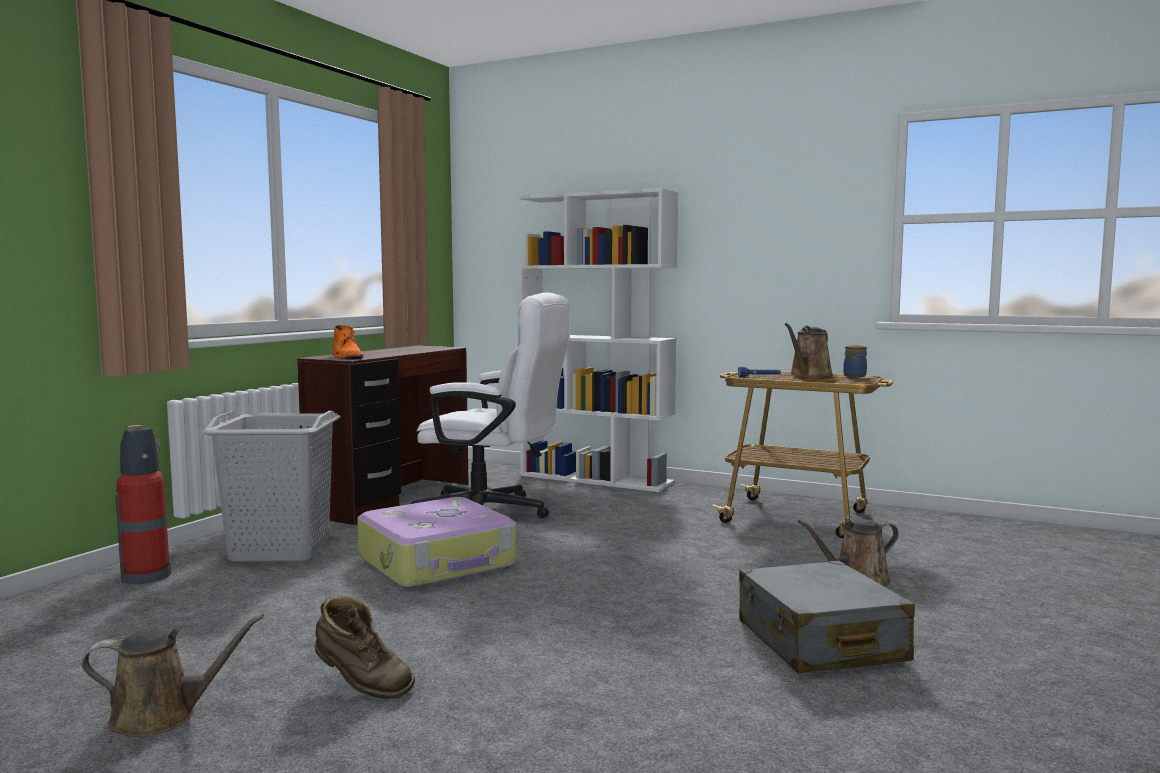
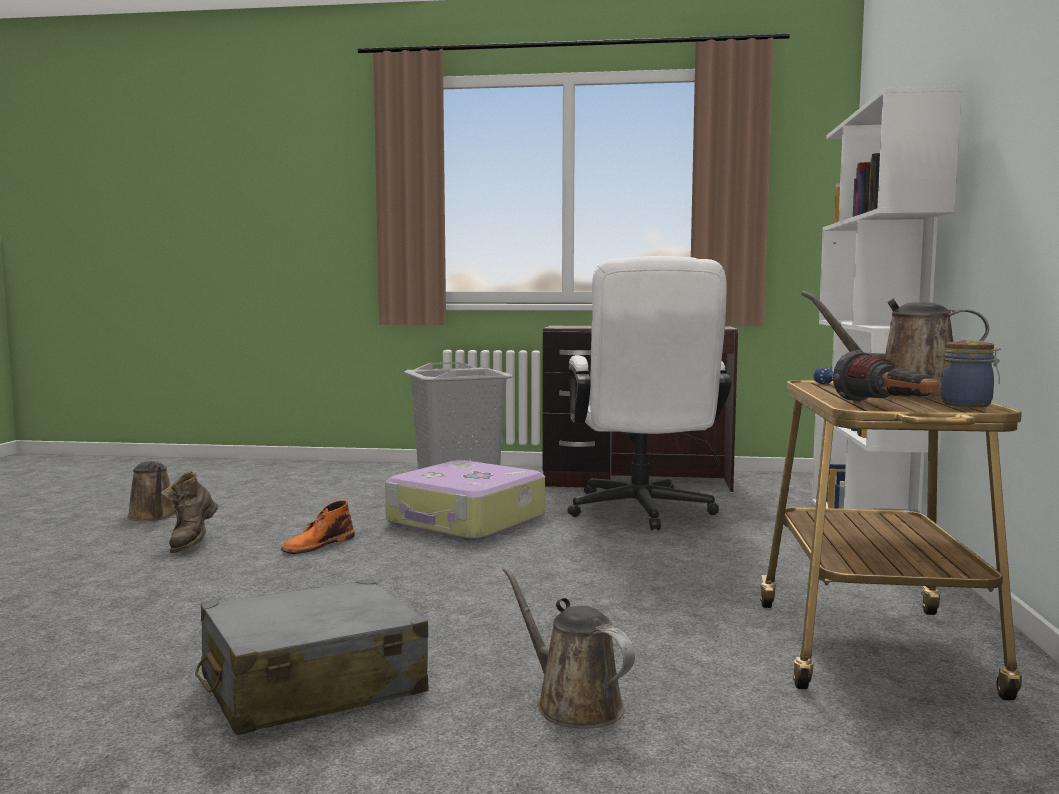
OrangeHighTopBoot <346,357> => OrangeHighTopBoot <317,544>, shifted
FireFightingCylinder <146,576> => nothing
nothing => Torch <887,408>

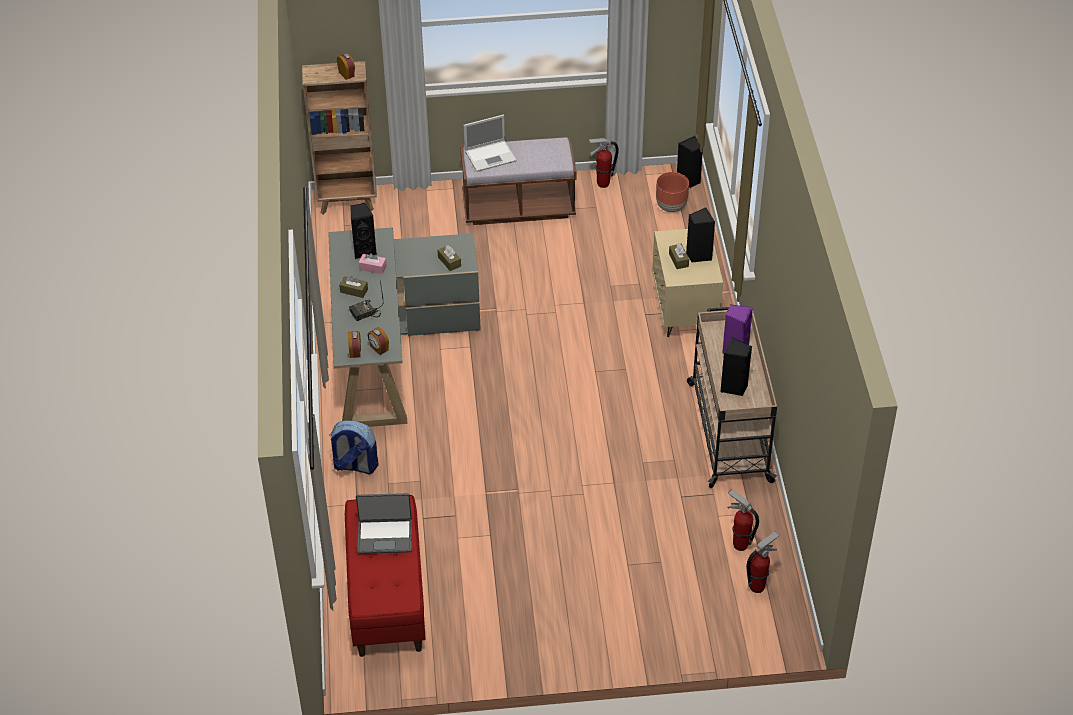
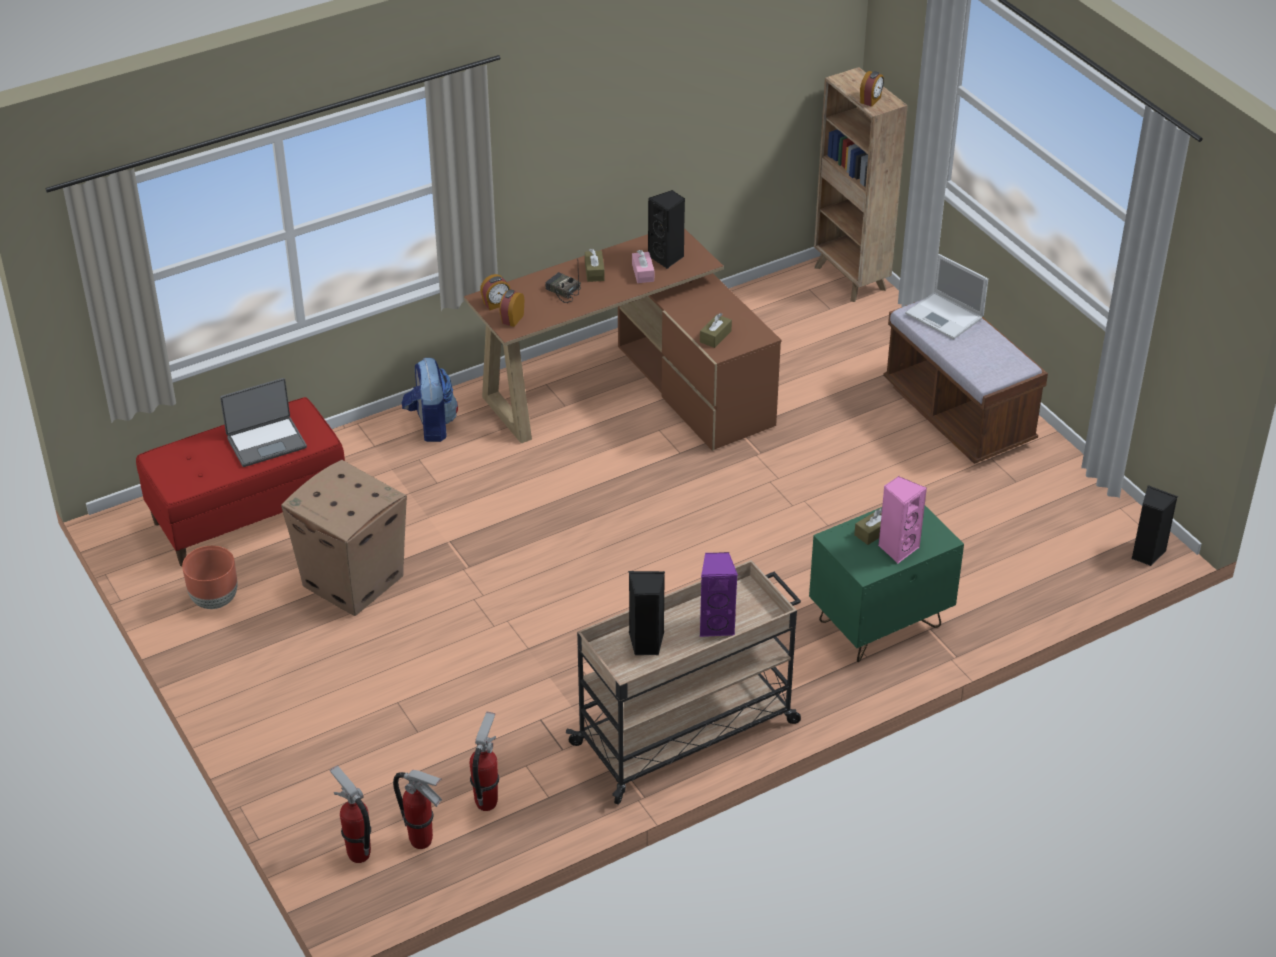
FireFightingCylinder <602,184> => FireFightingCylinder <358,854>, shifted
BrownColouredFlowerPot <671,207> => BrownColouredFlowerPot <215,600>, shifted
BlackLoudspeaker <698,255> => PinkLoudspeaker <897,548>
GreyishDesk <391,350> => BrownColouredDesk <631,392>
SandColouredNightstand <684,313> => GreenNightstand <879,625>
NotebookComputer <385,536> => NotebookComputer <266,442>, 90 degrees counterclockwise
nothing => PackingBox <354,581>

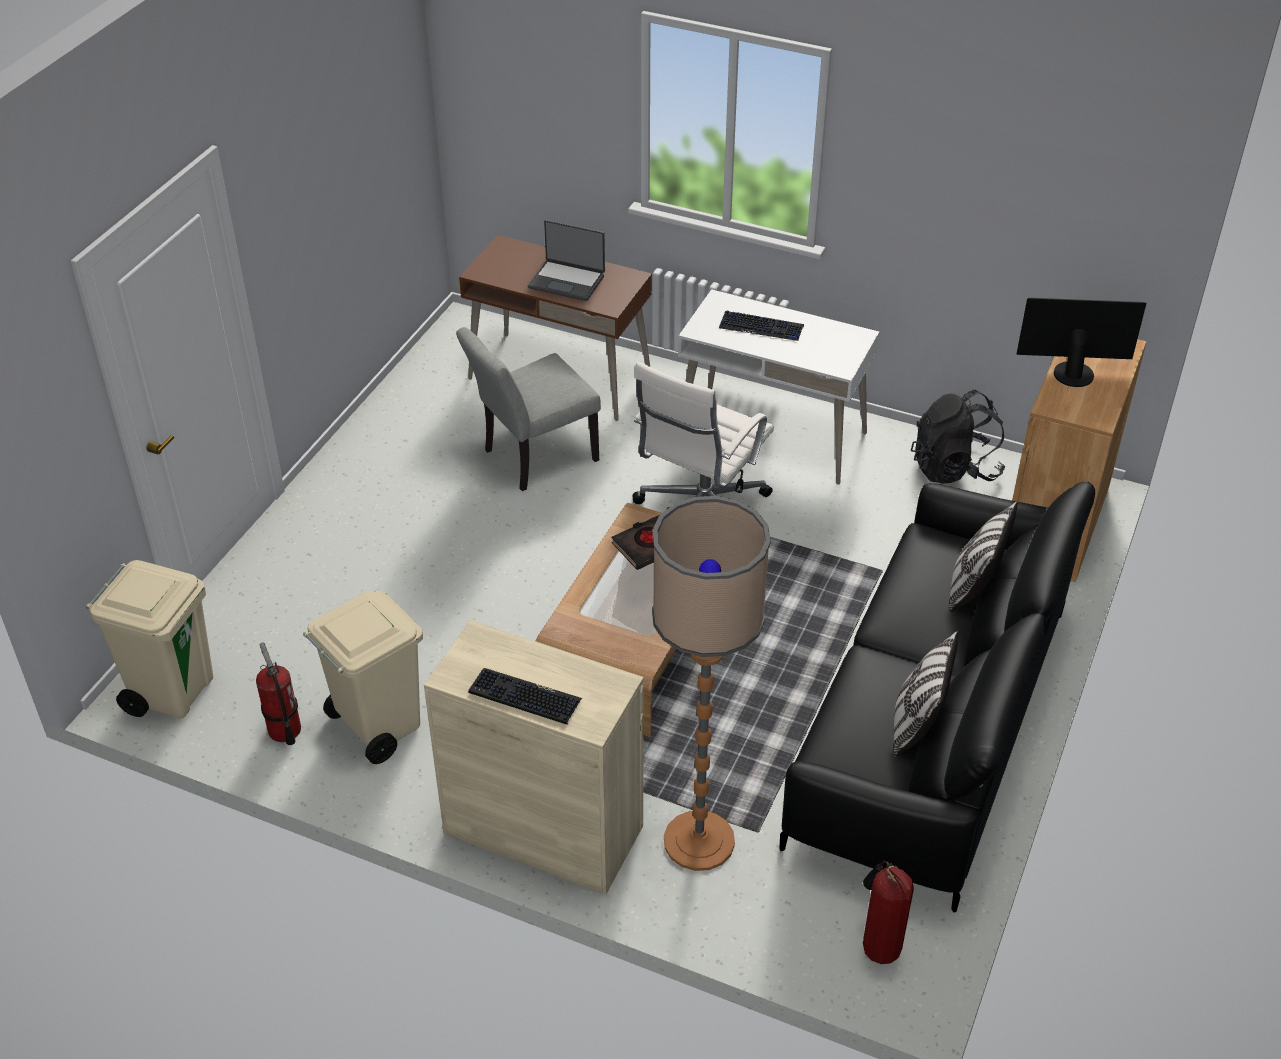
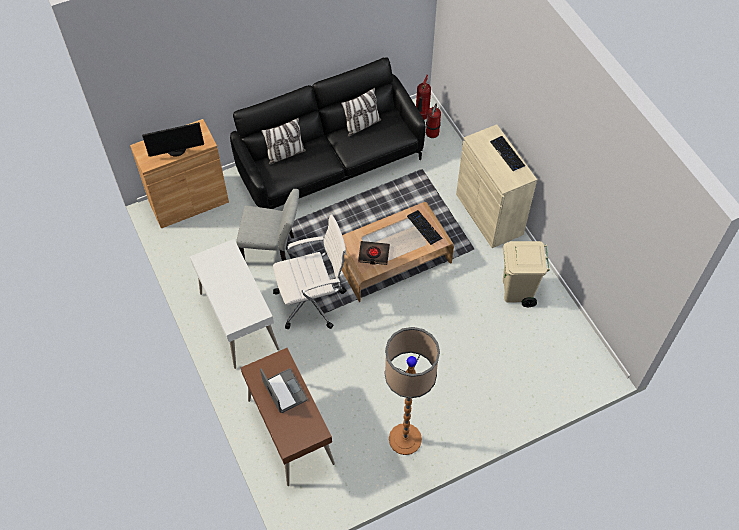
Monitor <1072,372> => Monitor <177,150>, 60 degrees counterclockwise
PcKeyboard <761,327> => PcKeyboard <424,228>, shifted
GreyishPlainChair <533,458> => GreyishPlainChair <273,250>, shifted
BlackBackpack <954,468> => nothing
StandardLamp <699,841> => StandardLamp <405,439>, shifted
SandColouredWasteBin <173,691> => nothing
FireFightingCylinder <284,730> => FireFightingCylinder <432,133>, shifted

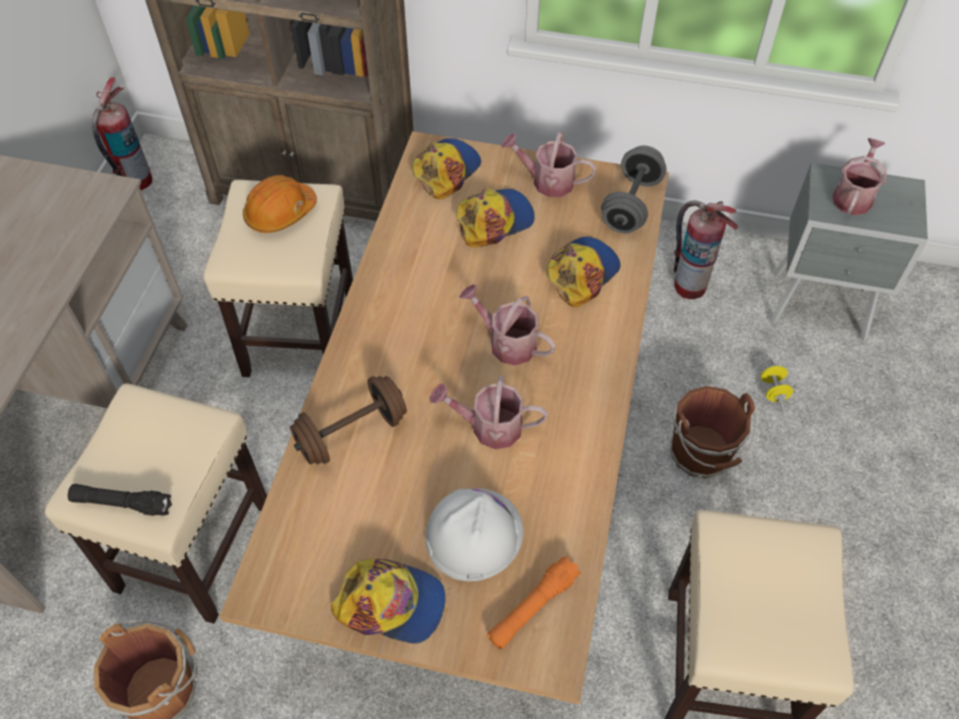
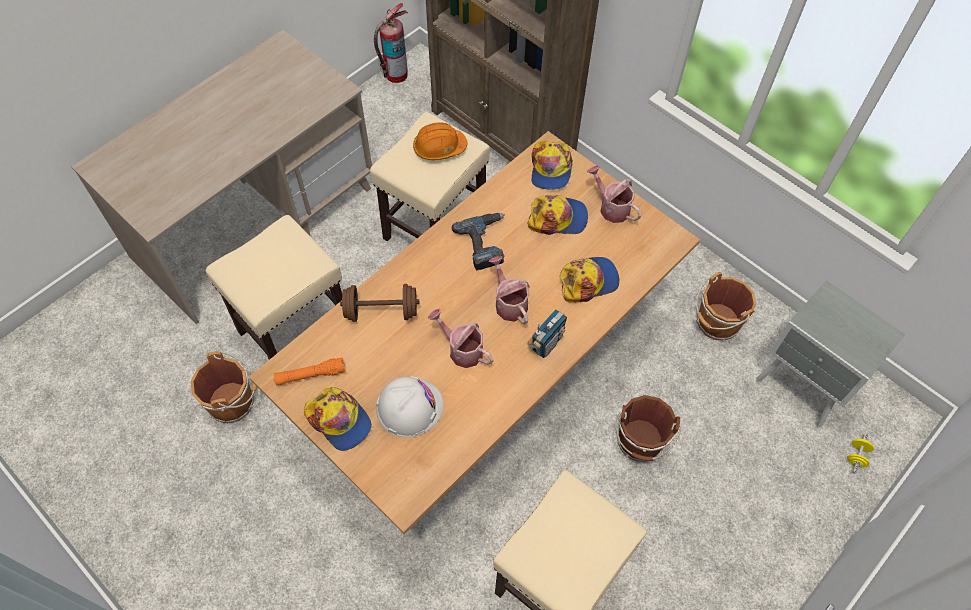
BaseballCap <446,170> => BaseballCap <550,169>, 120 degrees clockwise
WateringPot <853,196> => nothing
GreyishFreeWeight <631,205> => nothing
FireFightingCylinder <689,285> => BrownColouredPail <716,323>
YellowishFreeWeight <773,391> => YellowishFreeWeight <856,456>, shifted
BlackTorch <122,504> => nothing
OrangeTorch <532,607> => OrangeTorch <310,375>, shifted
nothing => ElectricDrill <485,243>
nothing => RadioReceiver <546,344>

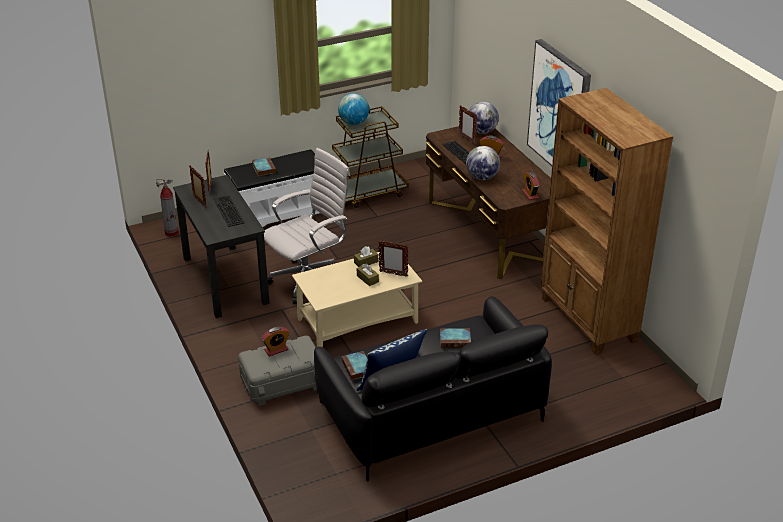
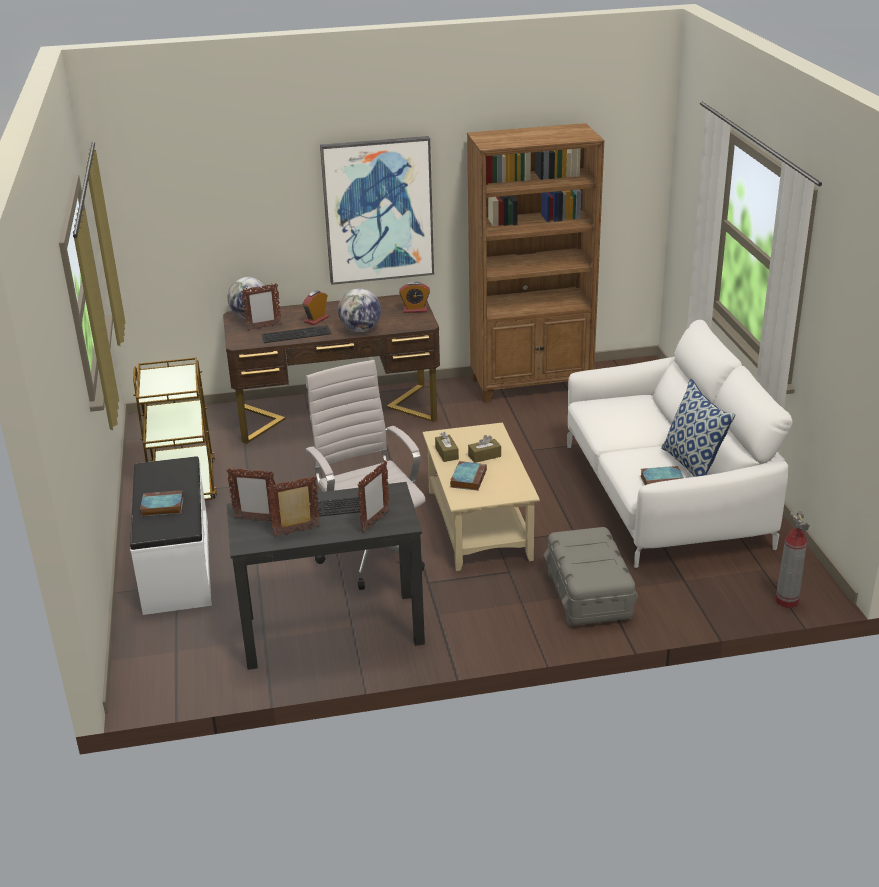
DeskGlobe <353,123> => nothing
FireFightingCylinder <171,233> => FireFightingCylinder <786,601>, shifted
PictureFrame <393,274> => PictureFrame <375,521>, shifted
BlackSettee <430,411> => WhitishSettee <664,495>
TableClock <276,350> => nothing
Volume <456,340> => Volume <468,478>, shifted

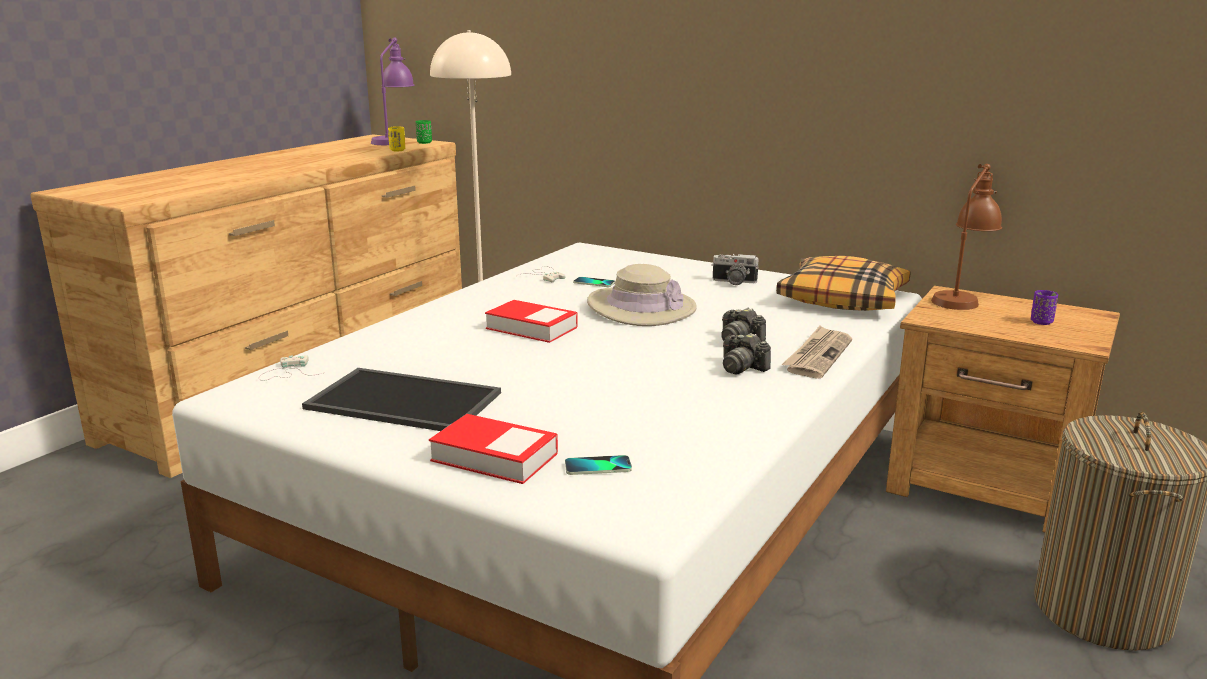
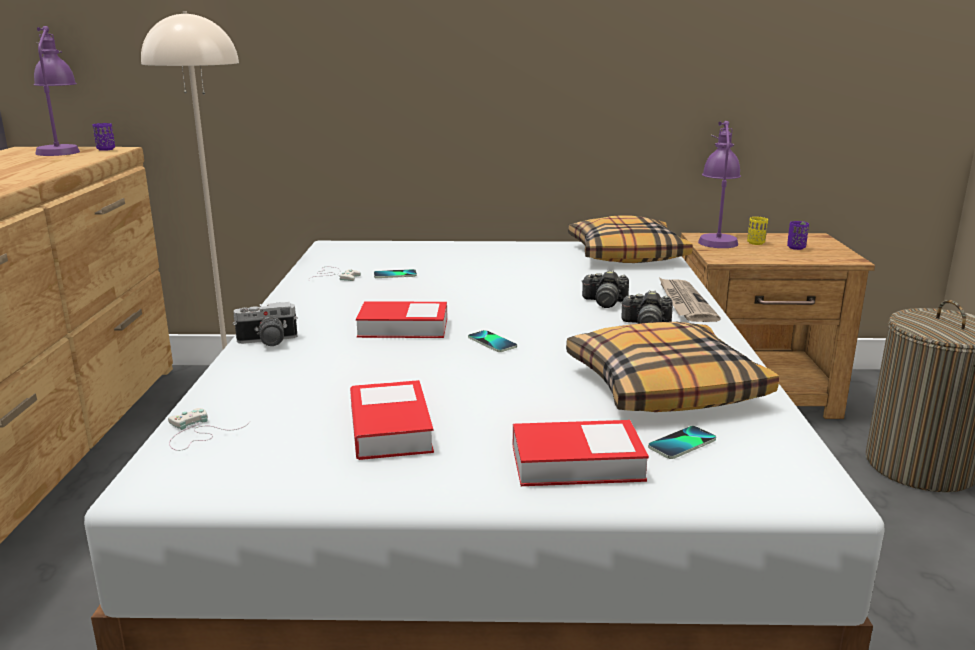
GreenDrinkingCup <424,143> => PurpleDrinkingCup <106,149>
YellowishDrinkingCup <397,150> => YellowishDrinkingCup <756,243>, shifted
BrownColouredTabletopLamp <961,297> => PurpleTabletopLamp <715,239>
StillCamera <733,282> => StillCamera <267,342>, shifted
SandColouredHat <641,308> => nothing
Tray <406,400> => Volume <390,429>
nothing => ThrowPillow <664,387>
nothing => Phone <492,342>

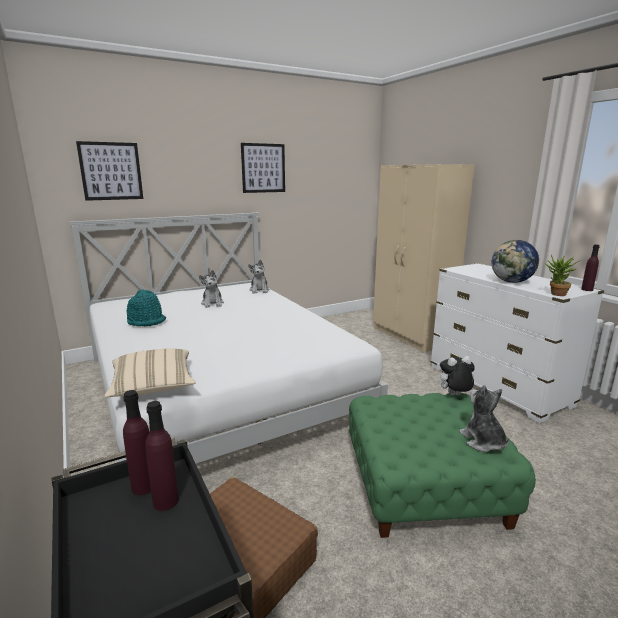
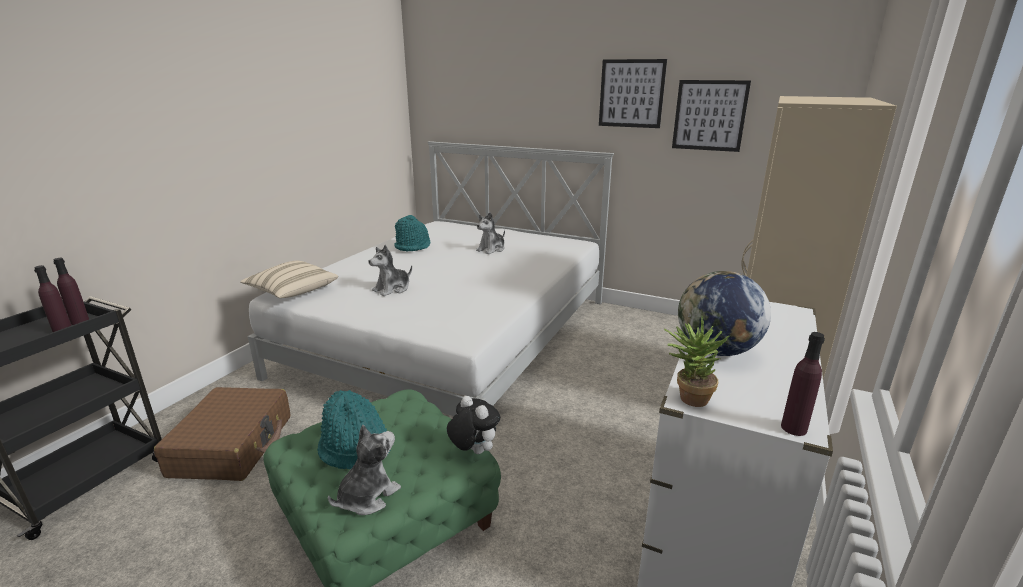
WallPicture <111,171> => WallPicture <709,115>, shifted
PlushToy <259,290> => PlushToy <392,289>, shifted
nothing => TurquoiseHat <354,450>

